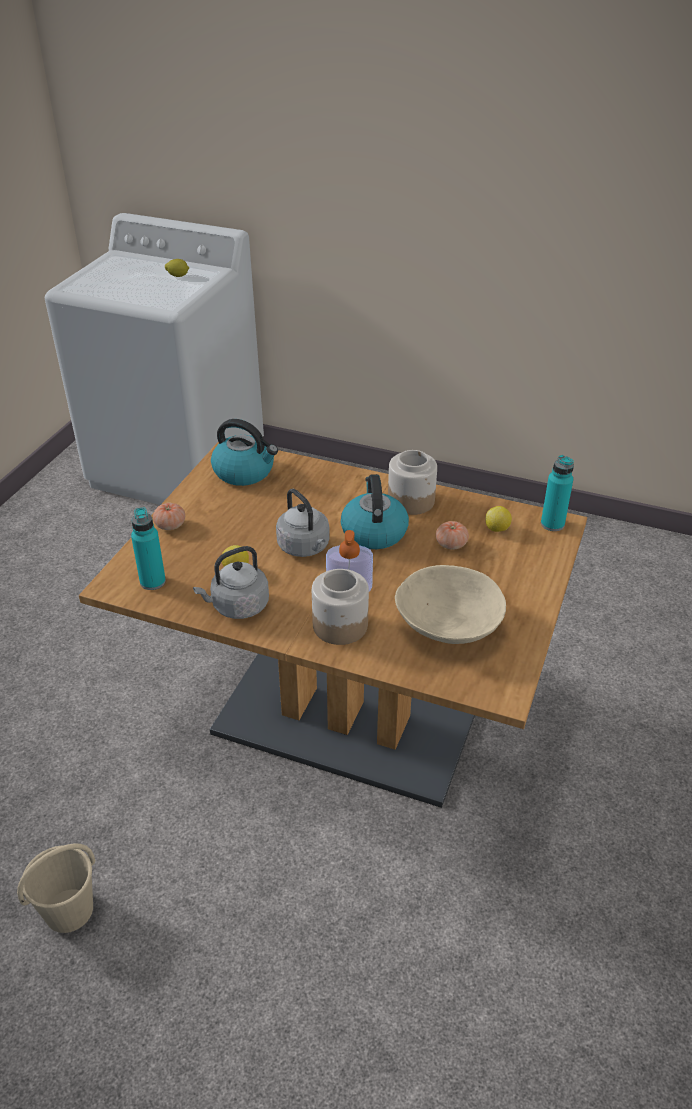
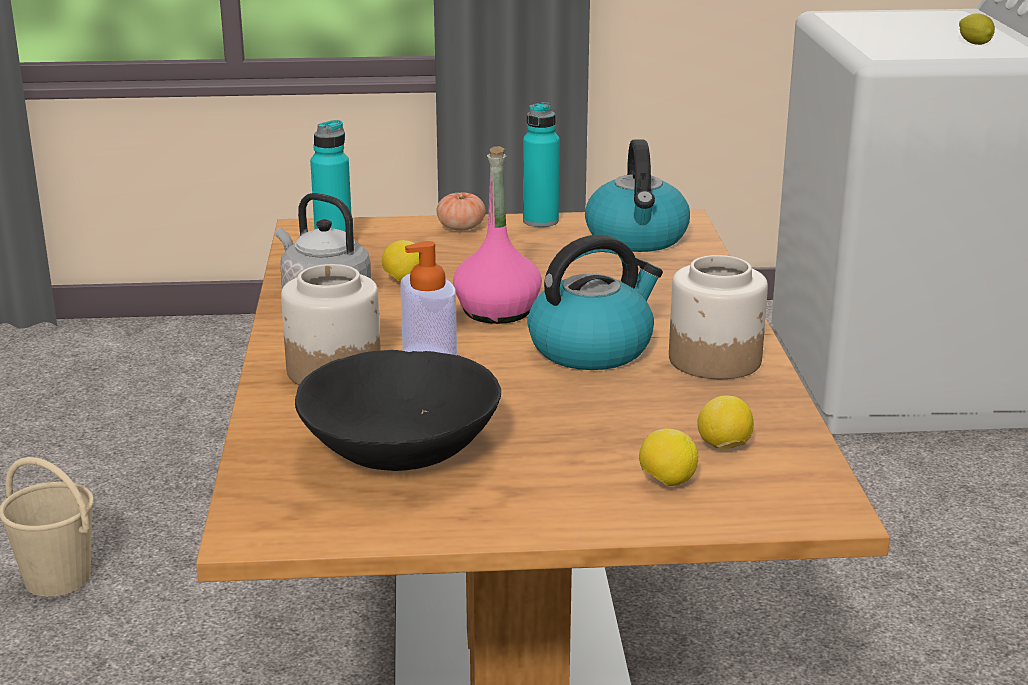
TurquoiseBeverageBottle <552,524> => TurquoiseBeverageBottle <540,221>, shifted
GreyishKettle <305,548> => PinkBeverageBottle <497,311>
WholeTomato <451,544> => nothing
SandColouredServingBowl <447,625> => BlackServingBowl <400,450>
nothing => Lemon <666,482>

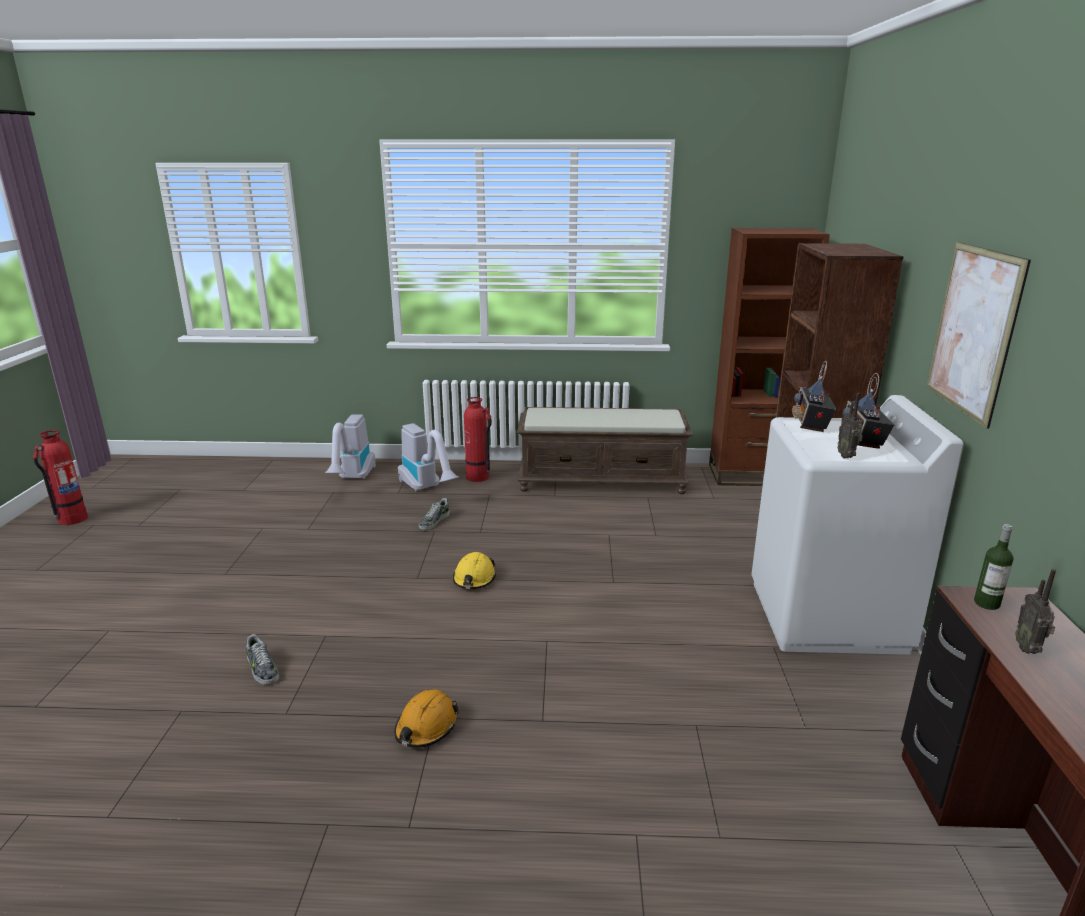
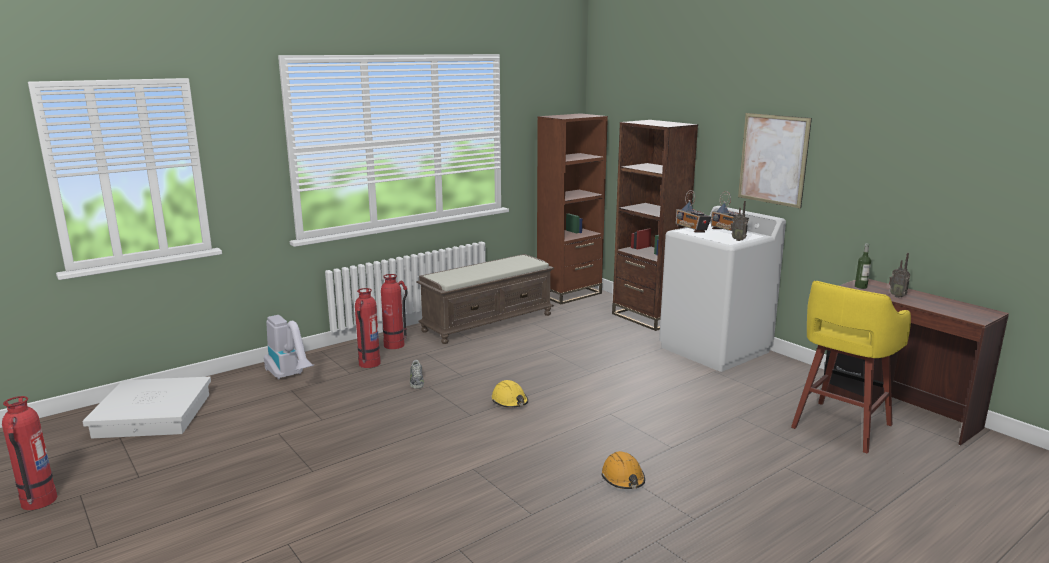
VacuumCleaner <427,488> => FireFightingCylinder <369,363>
Shoe <262,669> => nothing
nothing => YellowishStoolSeat <840,427>
nothing => WhitishStorageContainer <154,415>

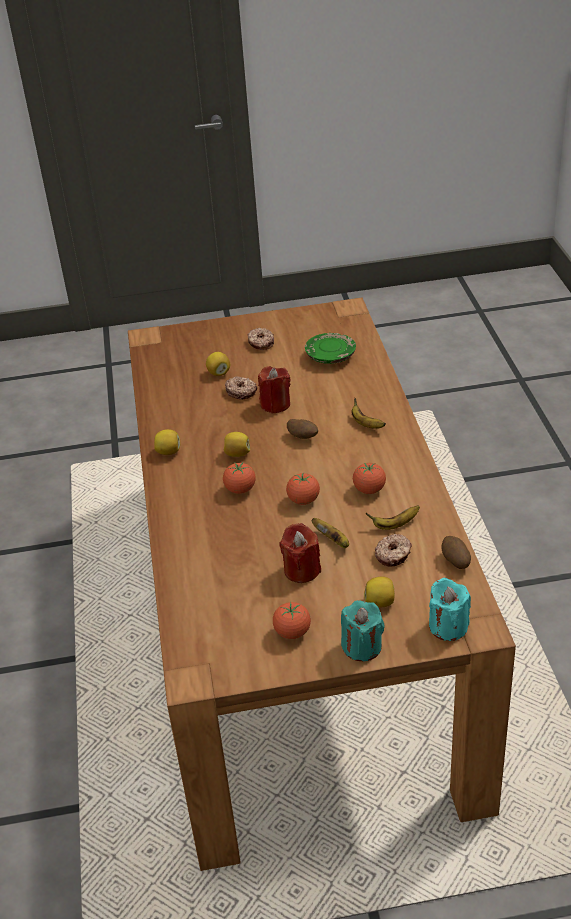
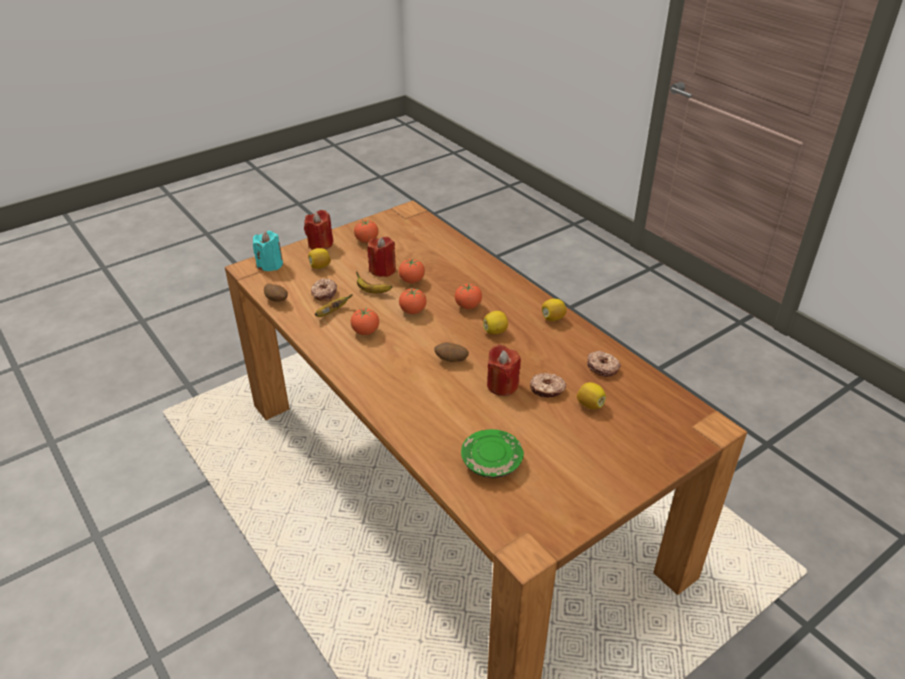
RingDoughnut <261,343> => RingDoughnut <602,367>, shifted
BananaFruit <366,424> => nothing
TurquoiseWaxLight <362,647> => RedColouredWaxLight <320,244>
nothing => WholeTomato <412,281>

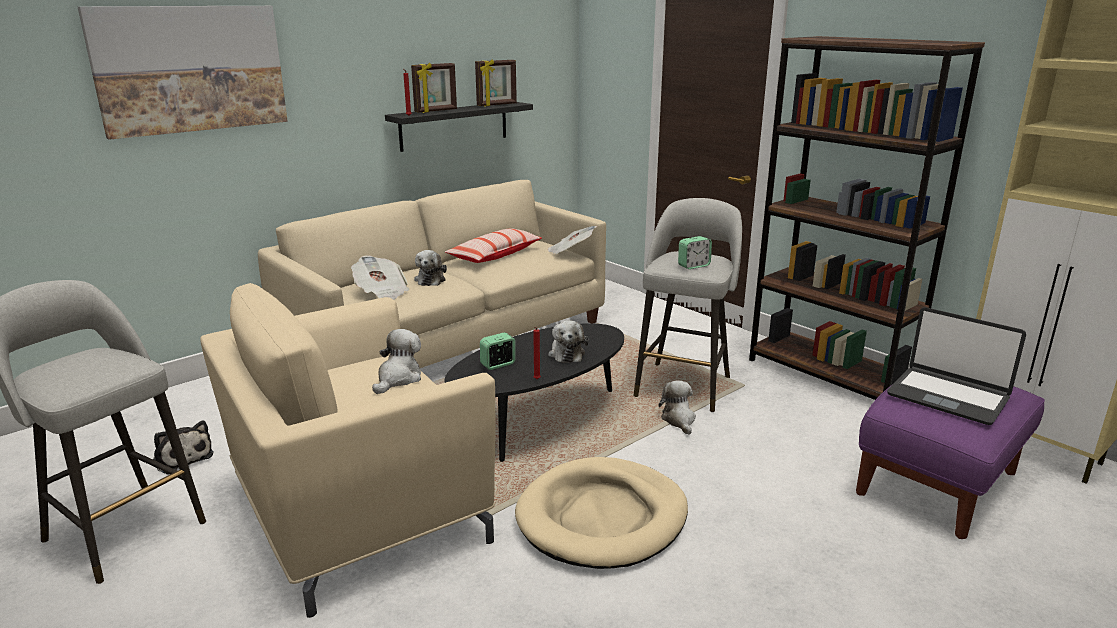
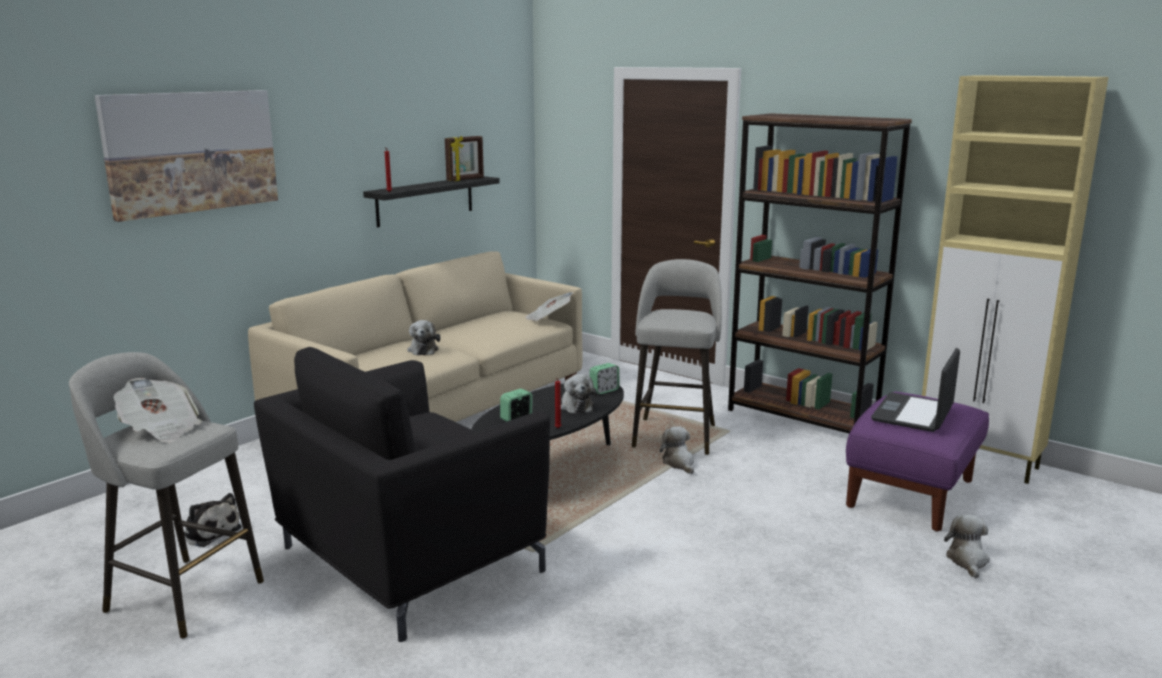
PictureFrame <436,111> => nothing
ThrowPillow <495,255> => nothing
TableClock <693,266> => TableClock <604,390>, shifted
Newspaper <381,293> => Newspaper <161,429>, shifted
SandColouredEasyChair <356,512> => BlackEasyChair <407,560>
NotebookComputer <948,396> => NotebookComputer <913,414>, 90 degrees clockwise
PlushToy <398,378> => PlushToy <967,561>, shifted
SandColouredPetBed <602,518> => nothing

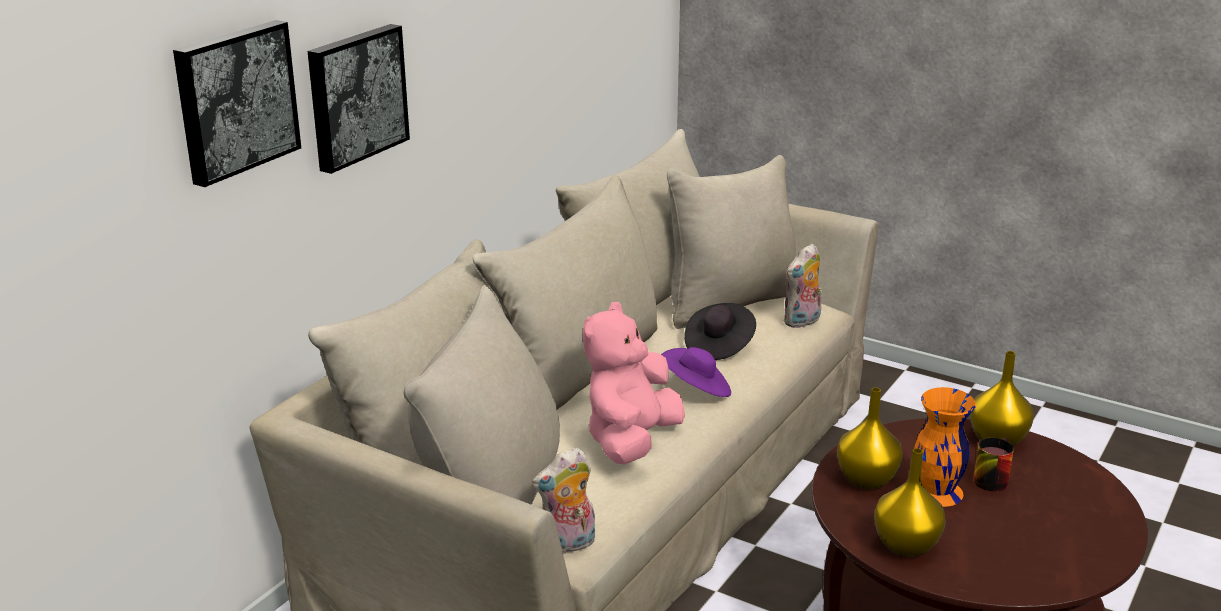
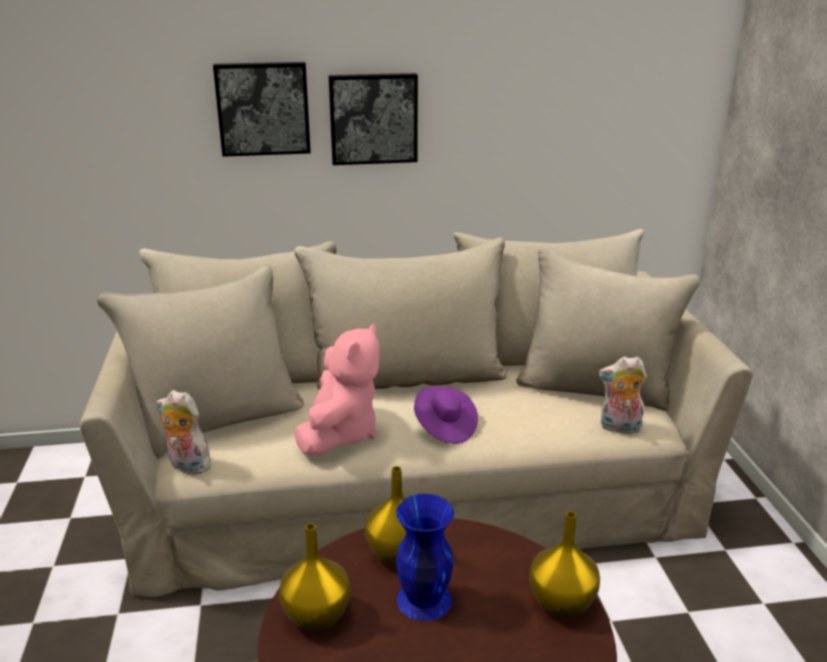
WallPicture <234,100> => WallPicture <373,118>, shifted
PinkPlushToy <631,441> => PinkPlushToy <340,433>, 120 degrees clockwise
BlackHat <719,346> => nothing
OrangeDecorativeVase <936,492> => BlueDecorativeVase <423,600>
TeaMug <989,478> => nothing

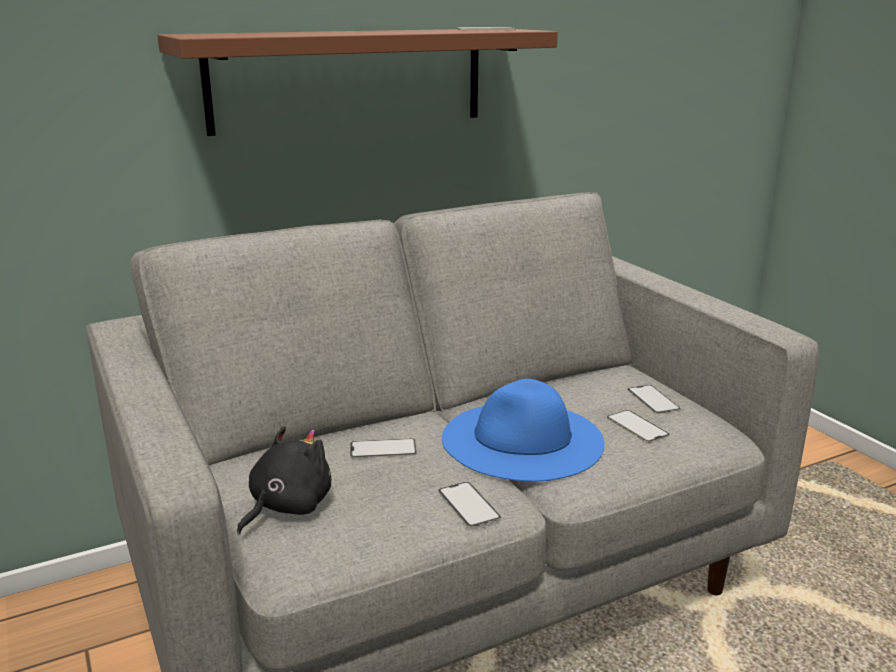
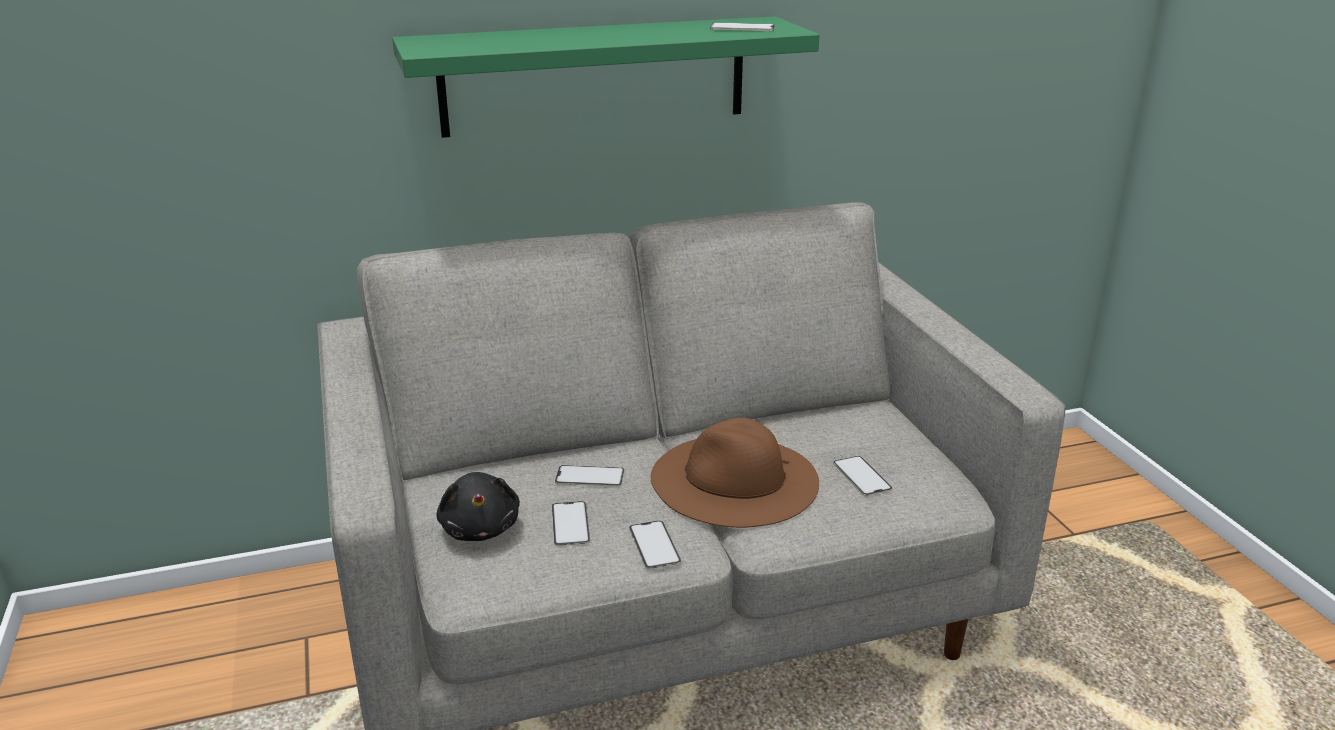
BrownColouredBracketShelf <349,79> => GreenBracketShelf <594,76>
BlueHat <522,439> => BrownColouredHat <734,479>
Phone <653,400> => Phone <570,524>, shifted
BlackPlushToy <287,507> => BlackPlushToy <480,528>, 120 degrees clockwise

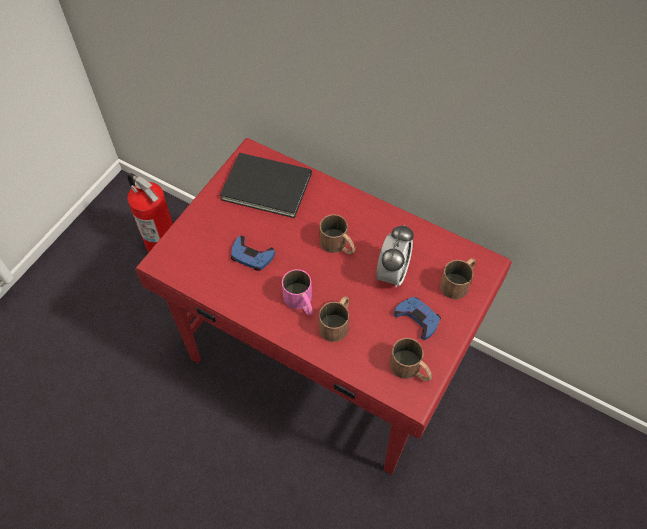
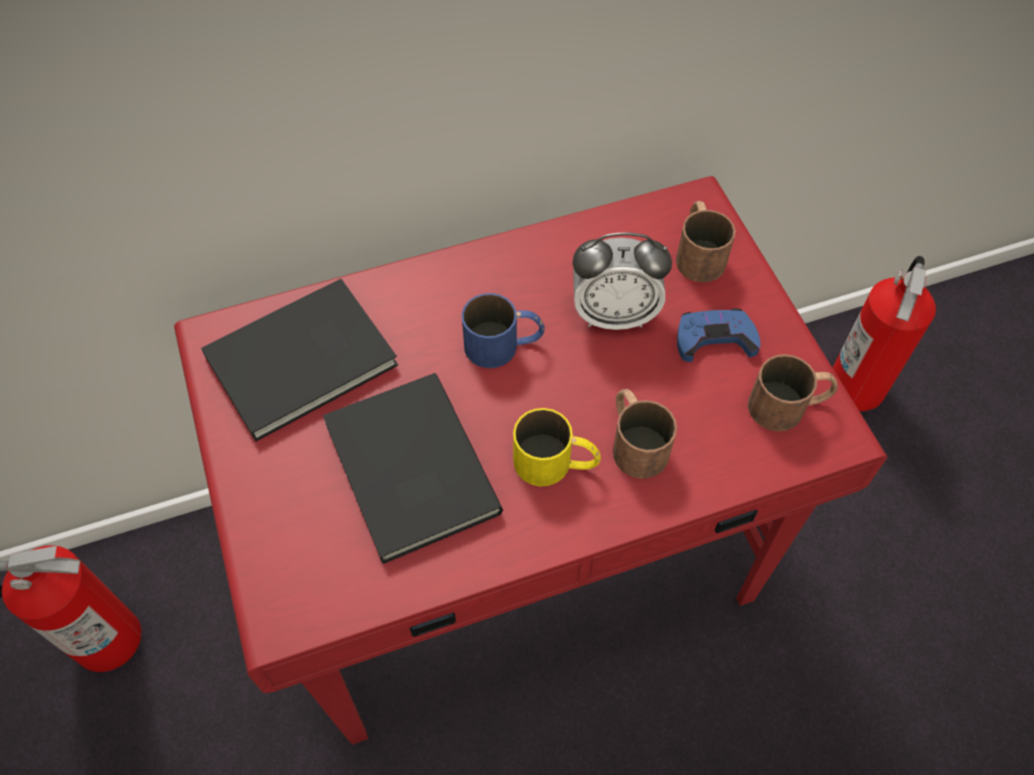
BrownColouredTeaMug <338,245> => BlueTeaMug <504,344>
TableClock <392,273> => TableClock <614,314>, 120 degrees clockwise
BlueJoypad <251,256> => BlackVolume <408,472>
PinkTeaMug <301,302> => YellowishTeaMug <556,463>
nothing => FireFightingCylinder <857,386>

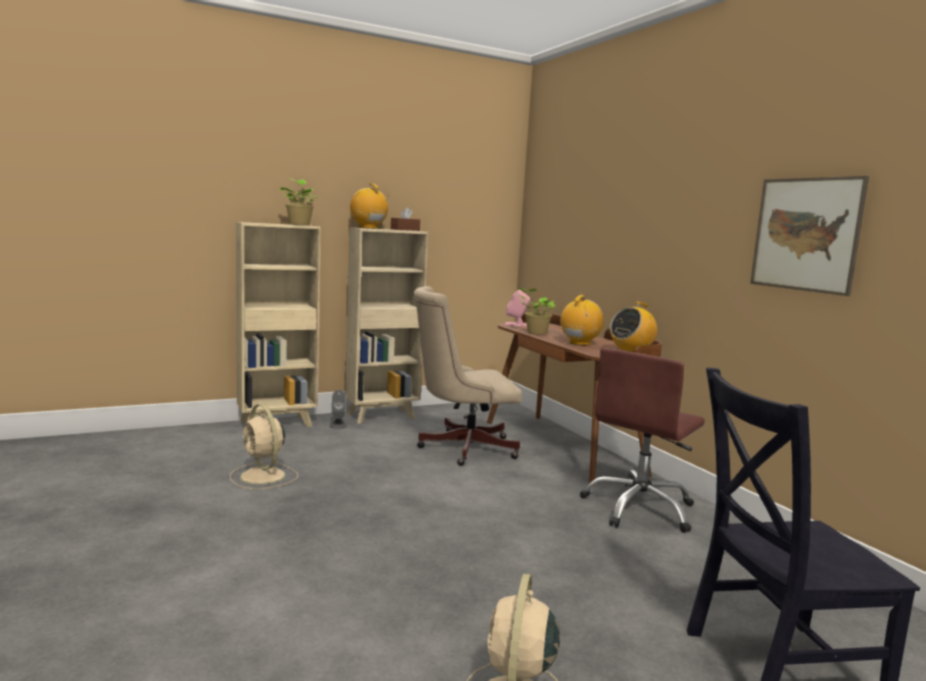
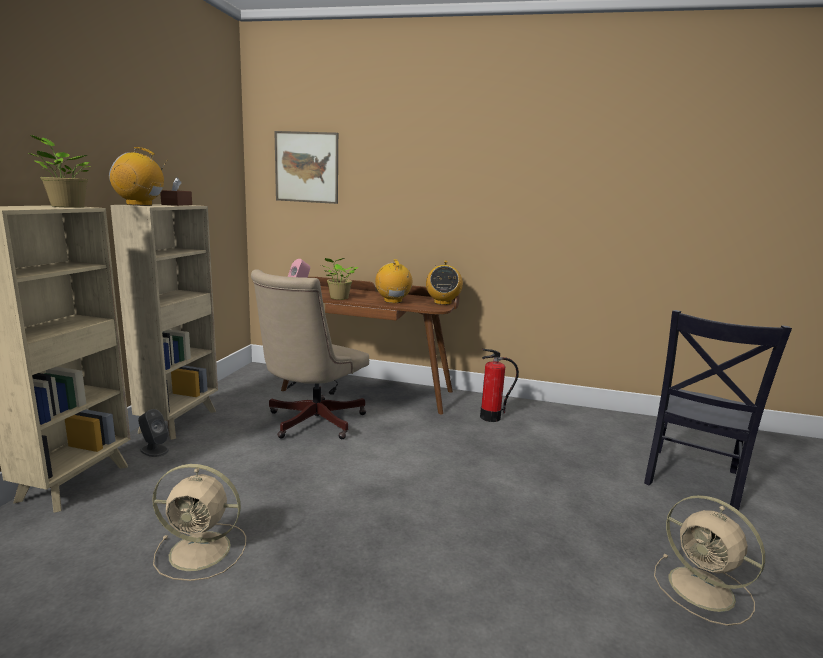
WallPicture <805,234> => WallPicture <306,167>, shifted
BrownColouredDeskChair <639,508> => FireFightingCylinder <490,417>

